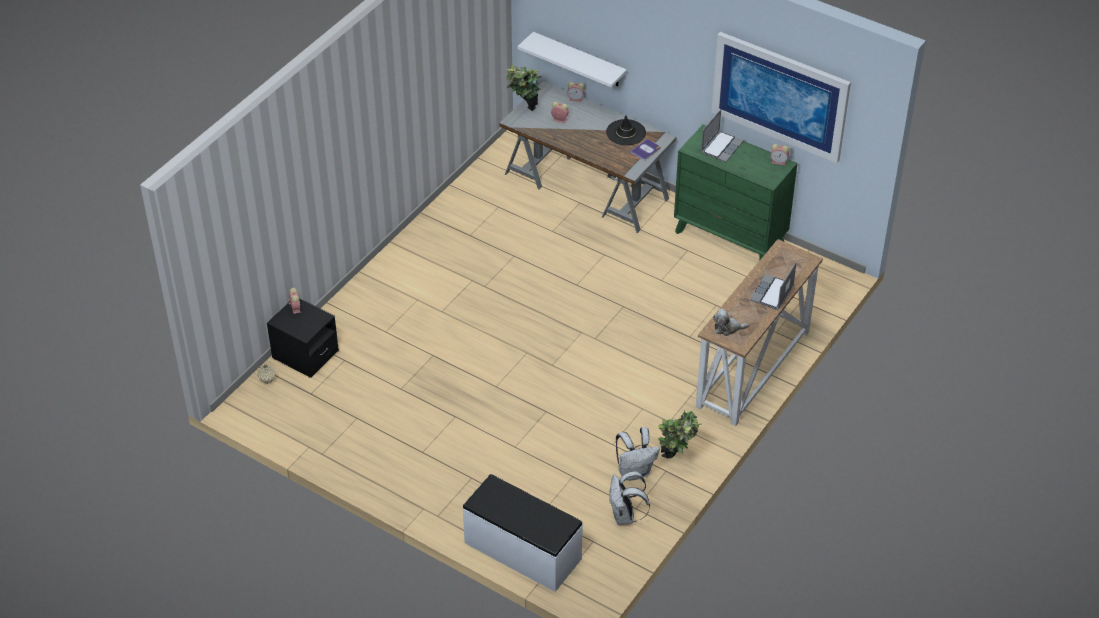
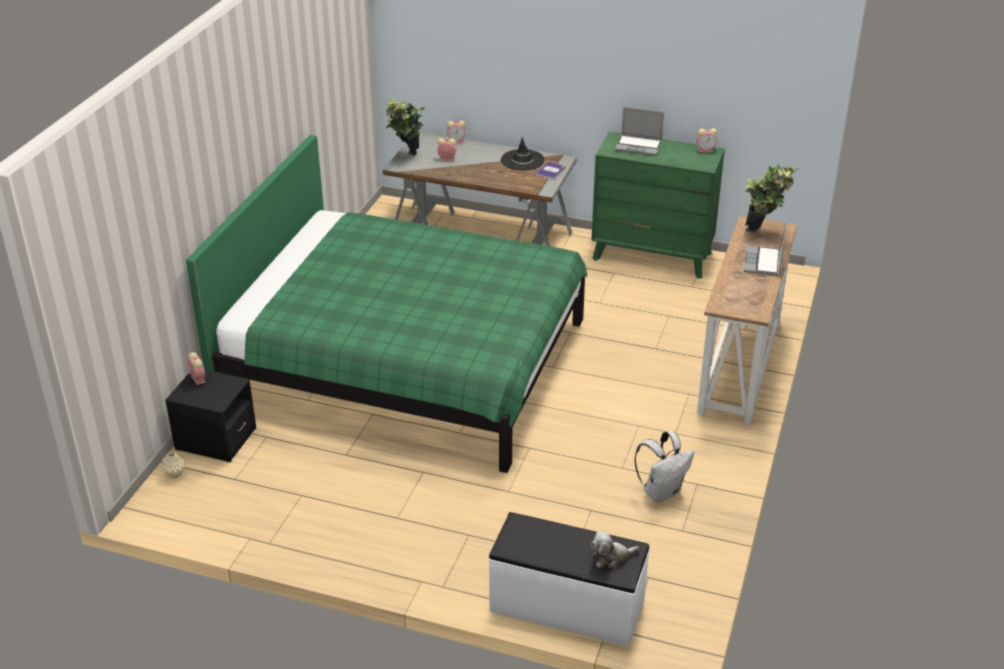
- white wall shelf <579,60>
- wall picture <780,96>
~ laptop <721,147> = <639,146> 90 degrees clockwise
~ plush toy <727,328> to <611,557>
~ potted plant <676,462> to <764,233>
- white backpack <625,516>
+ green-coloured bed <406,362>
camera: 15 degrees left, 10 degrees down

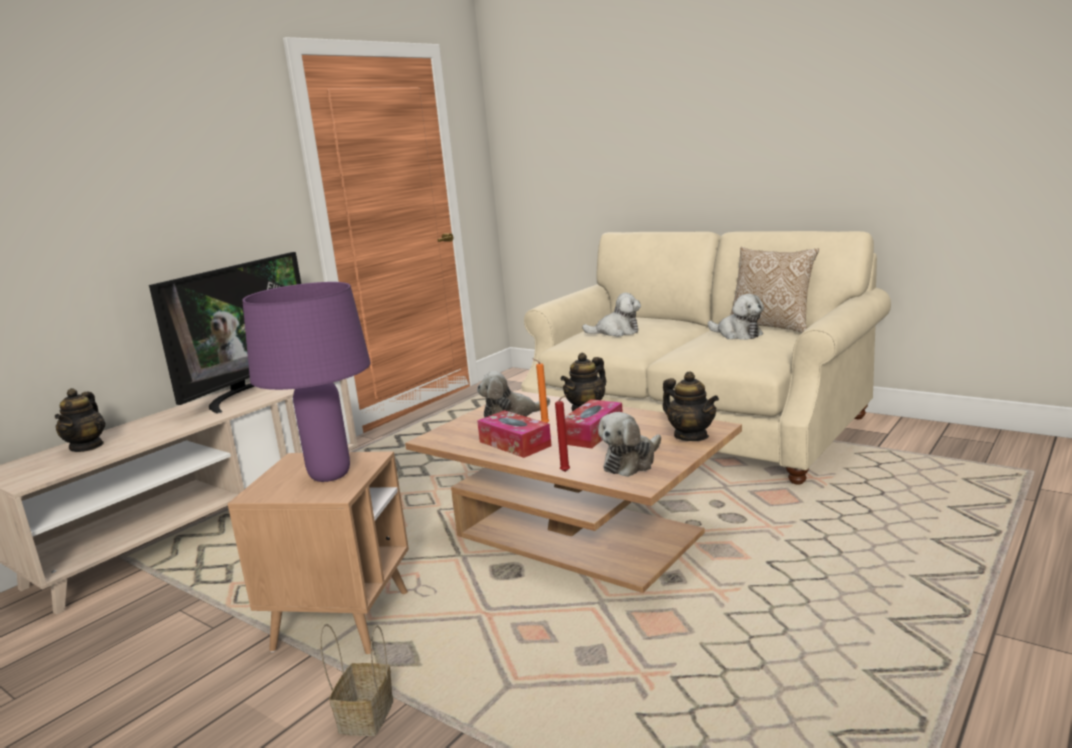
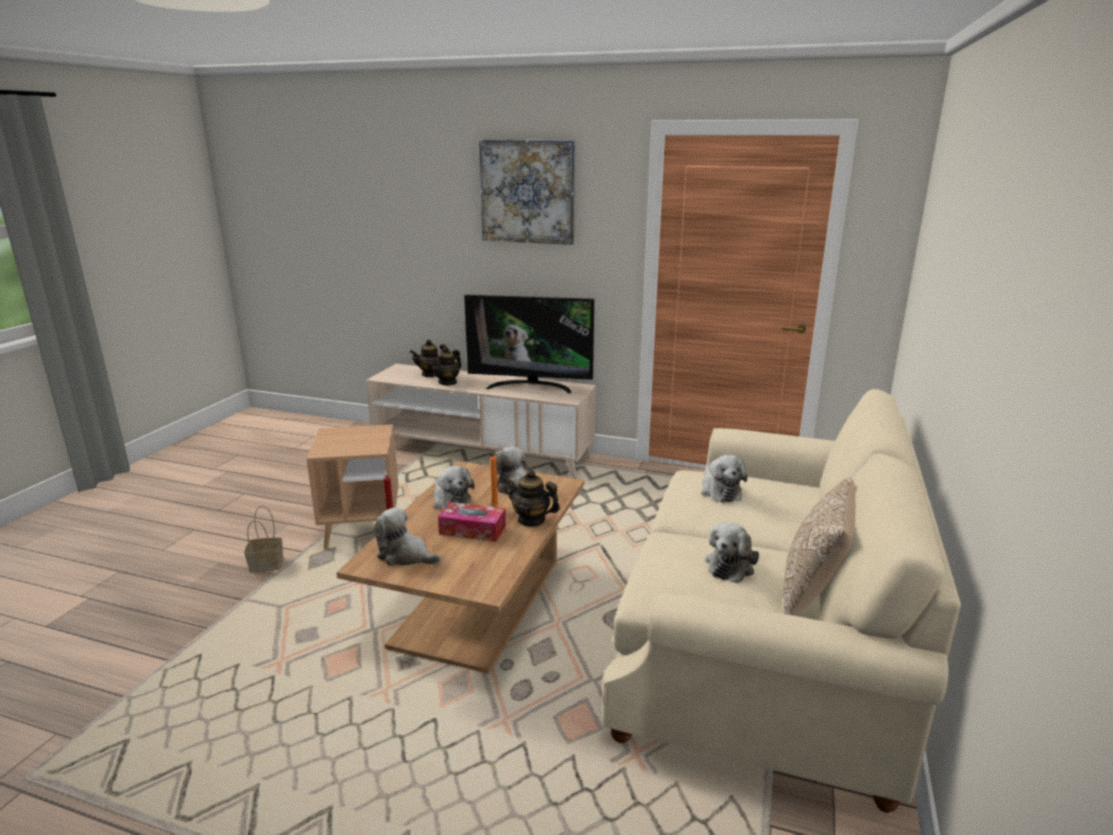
- purplish table lamp <329,475>
~ tea pot <691,436> to <447,382>
~ tissue box <515,444> to plush toy <451,501>
+ wall picture <527,192>
camera: 70 degrees right, 5 degrees up

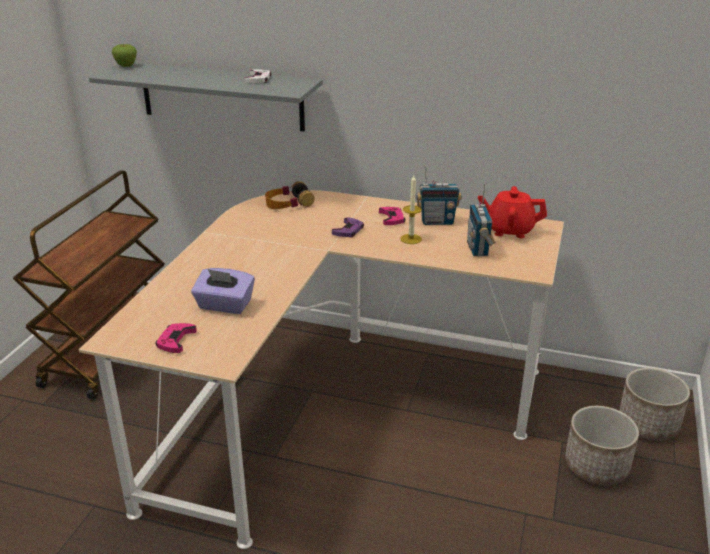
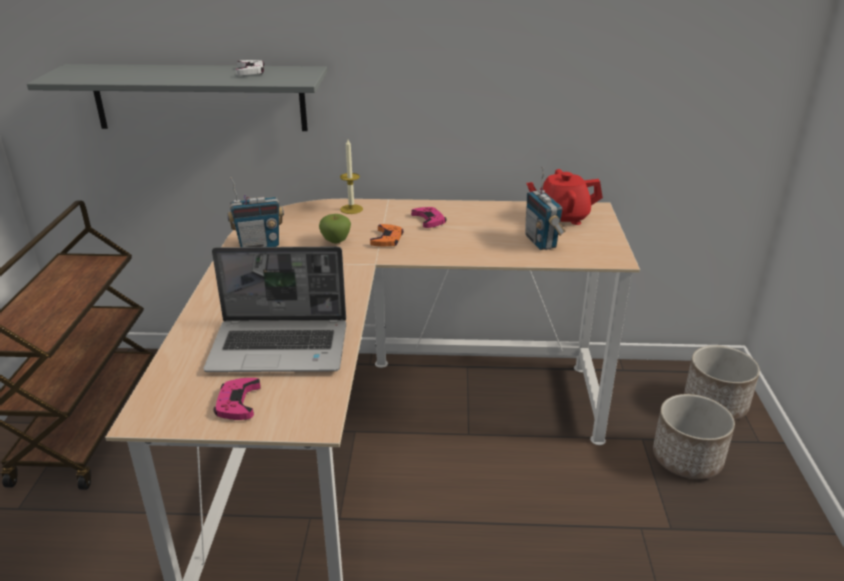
~ apple <126,66> to <336,241>
~ radio receiver <437,221> to <259,245>
~ wax candle <411,239> to <351,209>
- headphones <288,203>
~ purplish game controller <348,231> to orange game controller <387,239>
~ purplish tissue box <224,305> to laptop <281,347>
camera: 15 degrees left, 0 degrees up

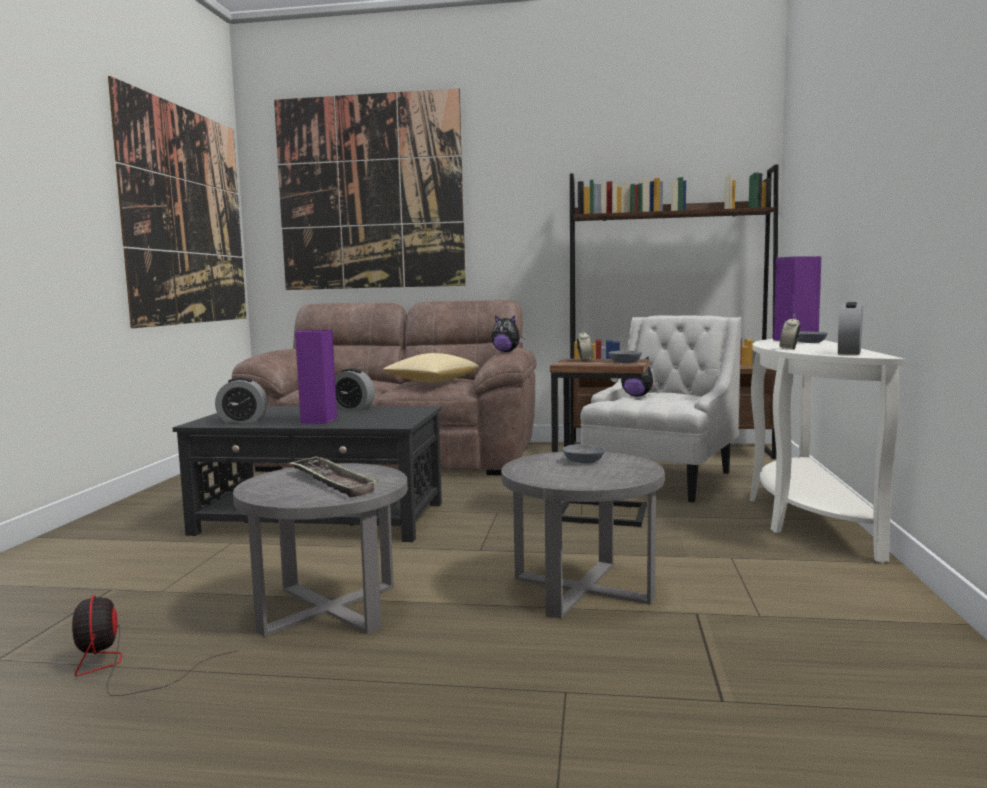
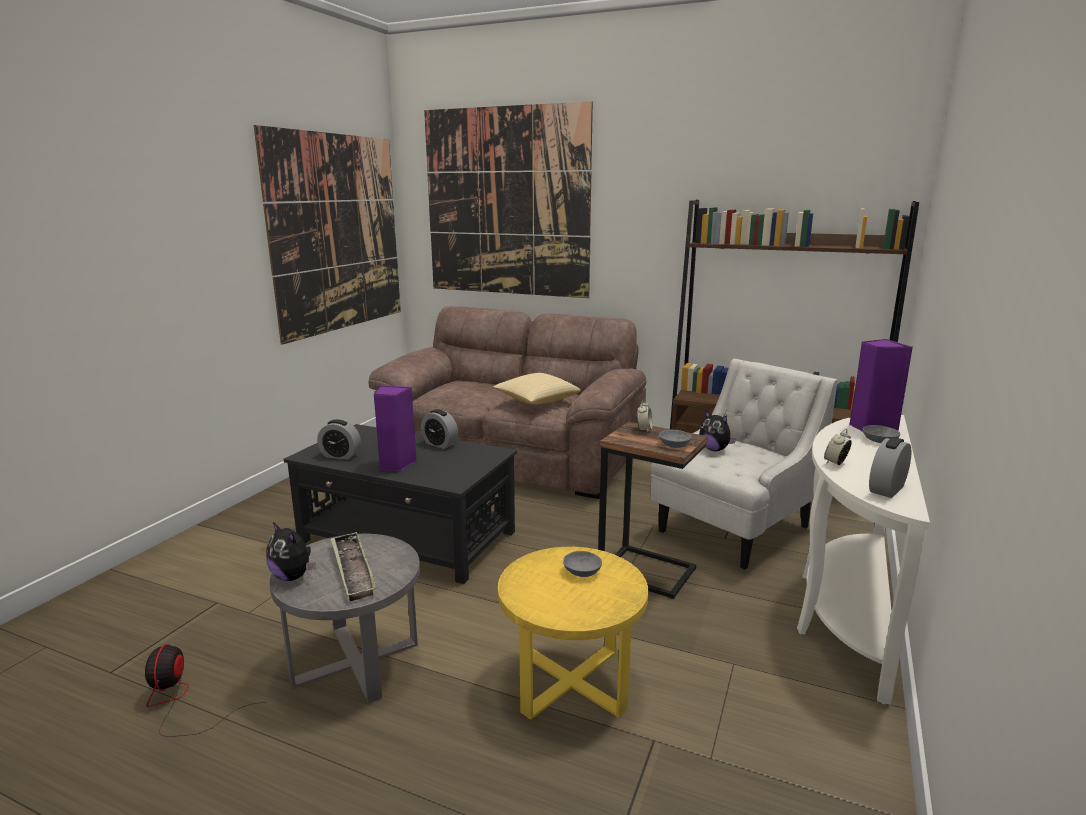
~ plush toy <506,352> to <293,576>
~ gray accent table <582,588> to yellow accent table <571,681>
camera: 15 degrees right, 10 degrees up

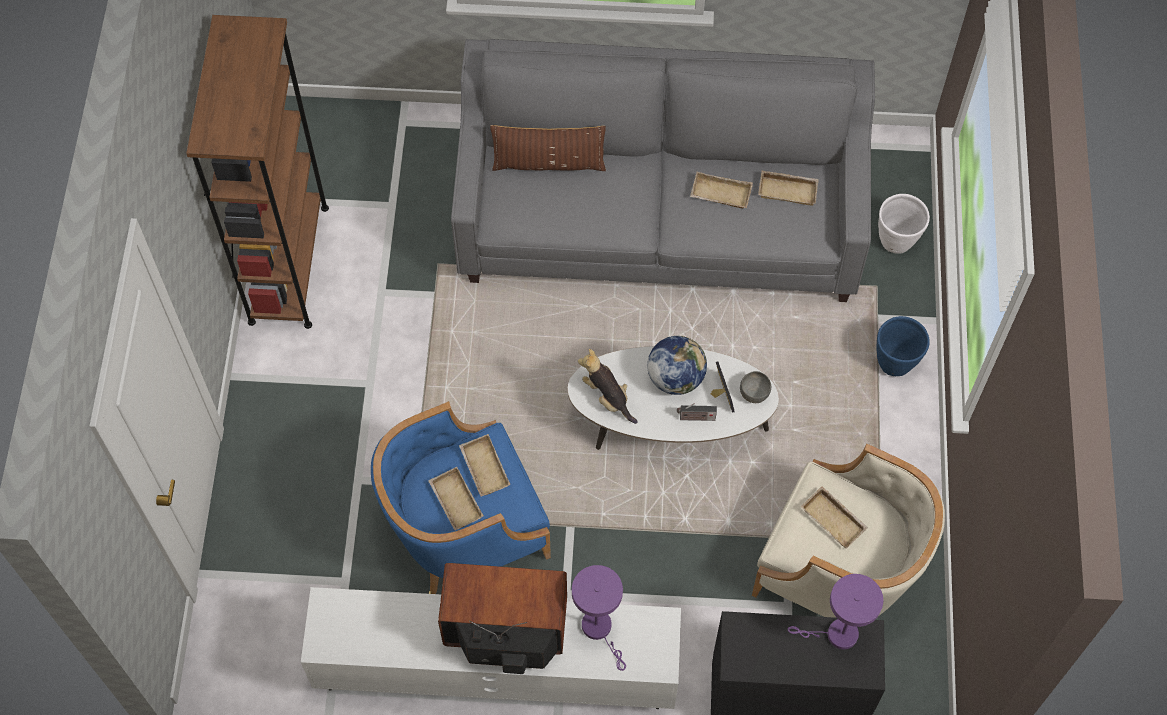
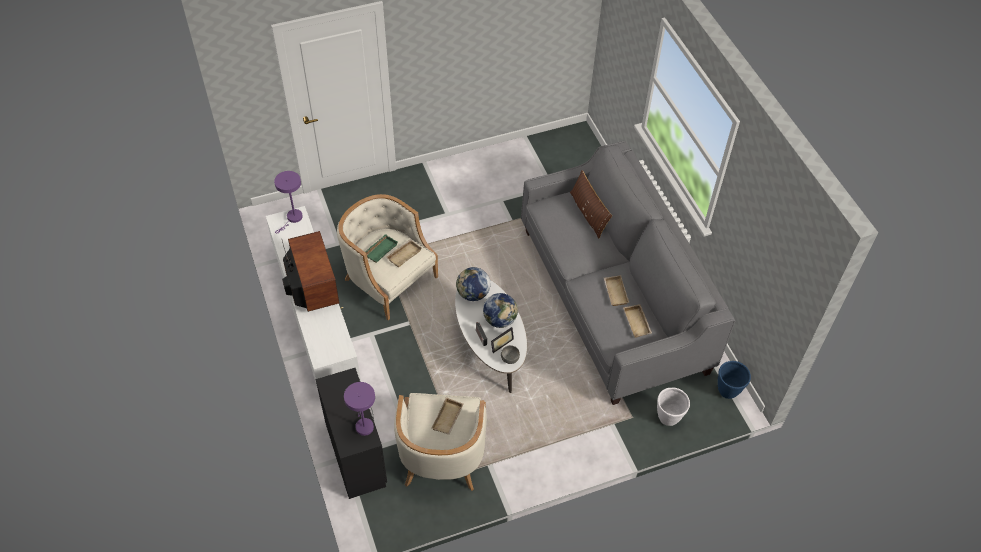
- brown bookcase <289,264>
~ bluish flower pot <895,364> to <728,391>
~ plush toy <607,397> to desk globe <473,294>
~ bluish easy chair <464,527> to beige easy chair <388,279>
~ beige tray <454,501> to green-coloured tray <380,249>
~ purplish table lamp <600,630> to <293,218>
camera: 65 degrees right, 10 degrees down

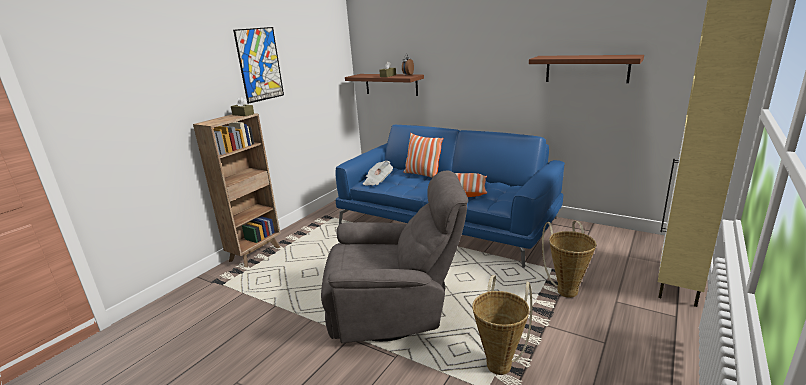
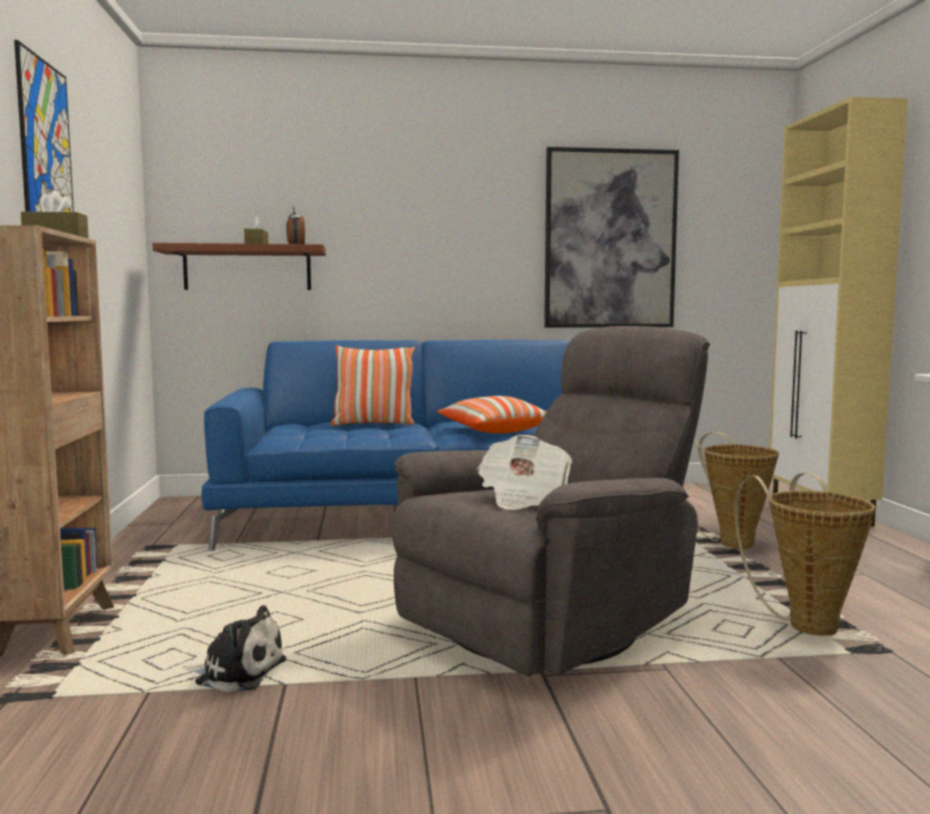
~ brown wall shelf <586,68> to wall picture <610,239>
~ daily paper <378,181> to <523,498>
+ plush toy <236,672>
camera: 40 degrees left, 15 degrees down

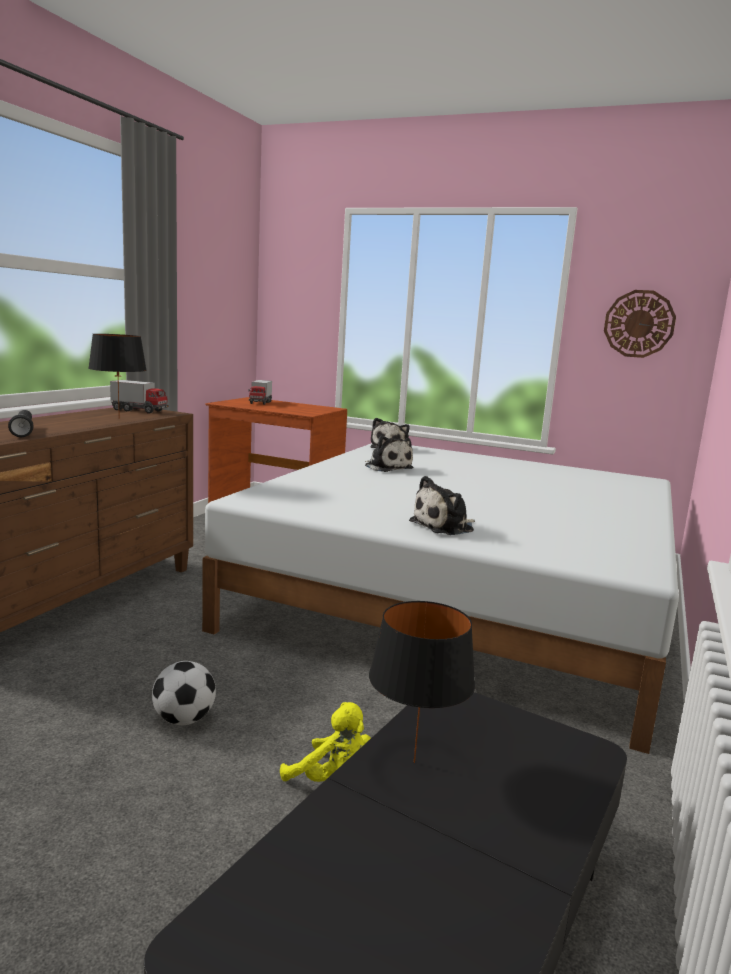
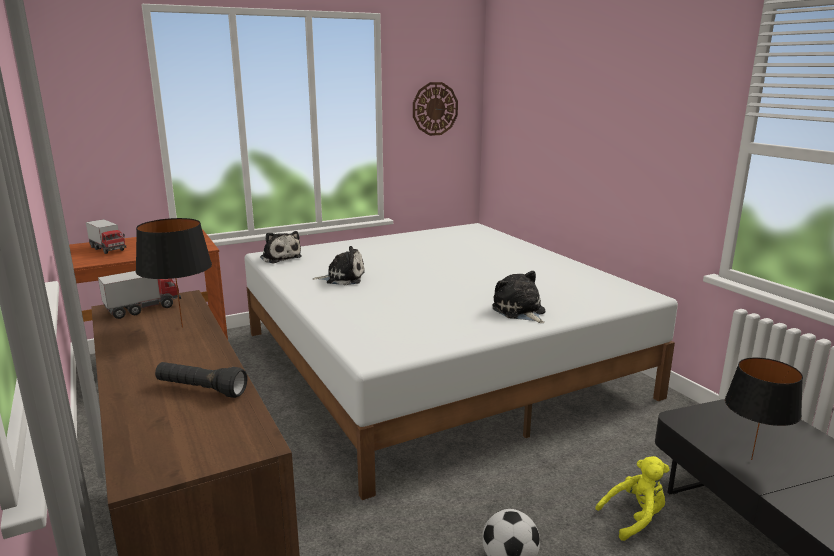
~ plush toy <445,526> = <520,311> 150 degrees clockwise
camera: 50 degrees left, 5 degrees up

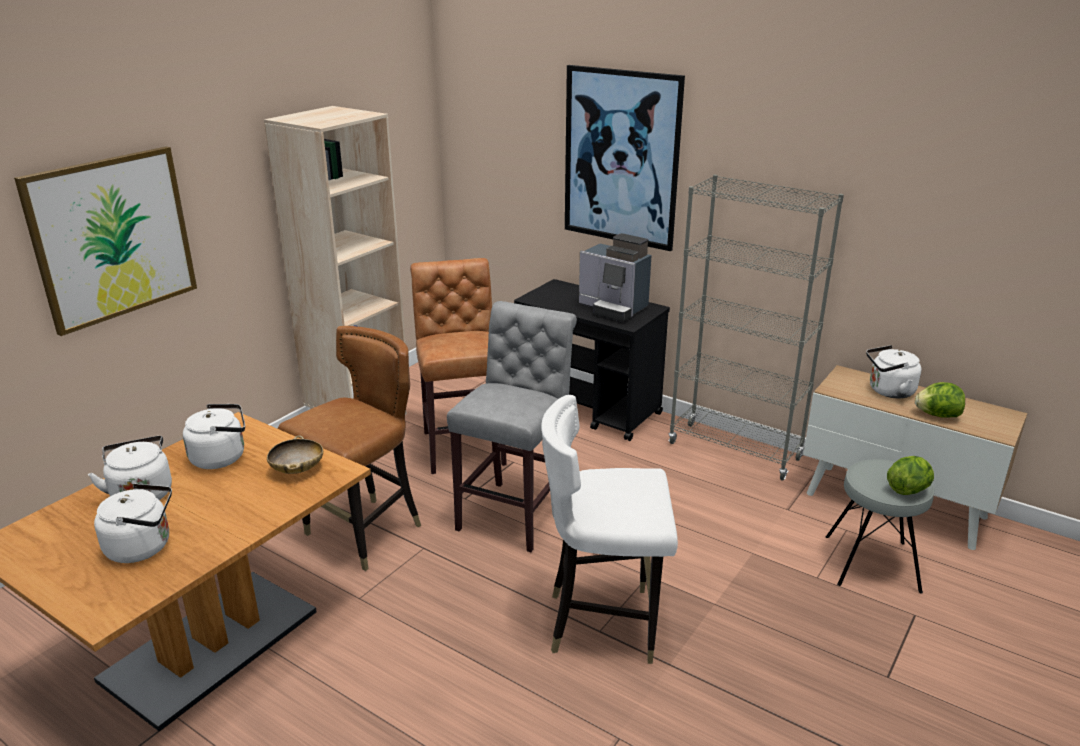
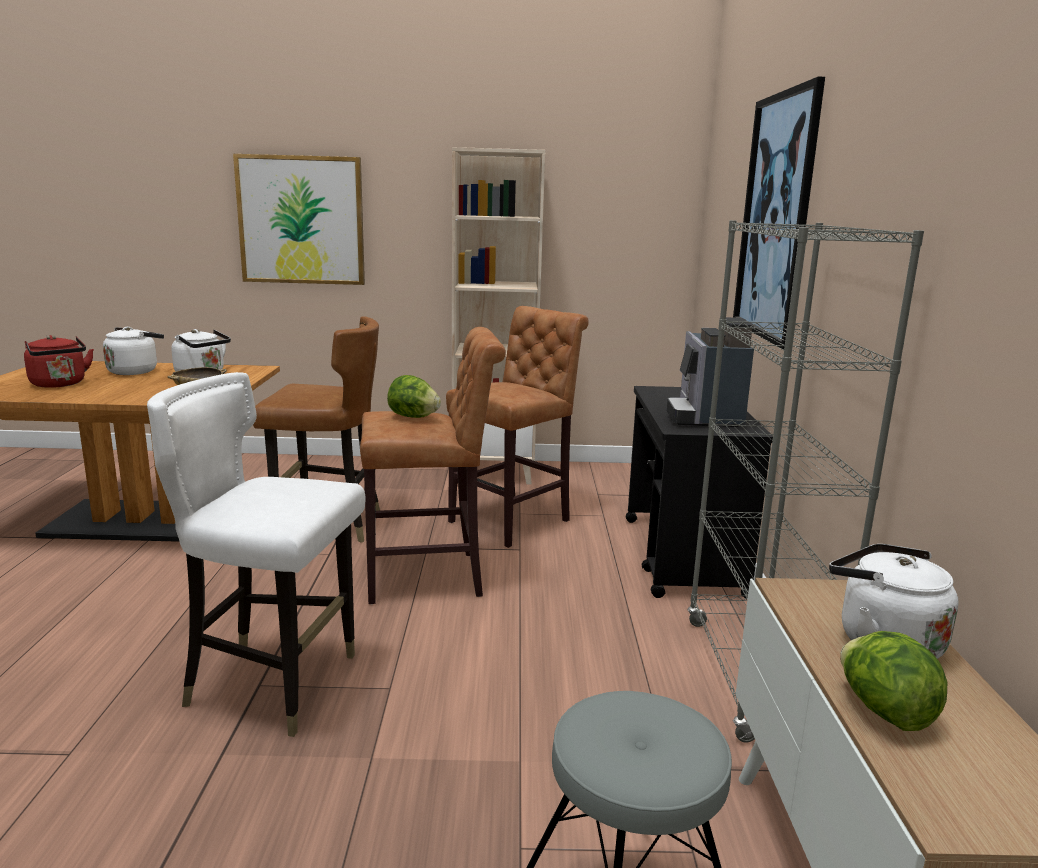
~ gray stool <516,512> to brown stool <431,577>
~ white plain chair <604,623> = <274,684> 45 degrees counterclockwise
~ lettuce <908,490> to <413,417>
~ white kettle <143,547> to red kettle <60,384>
camera: 55 degrees right, 10 degrees down

